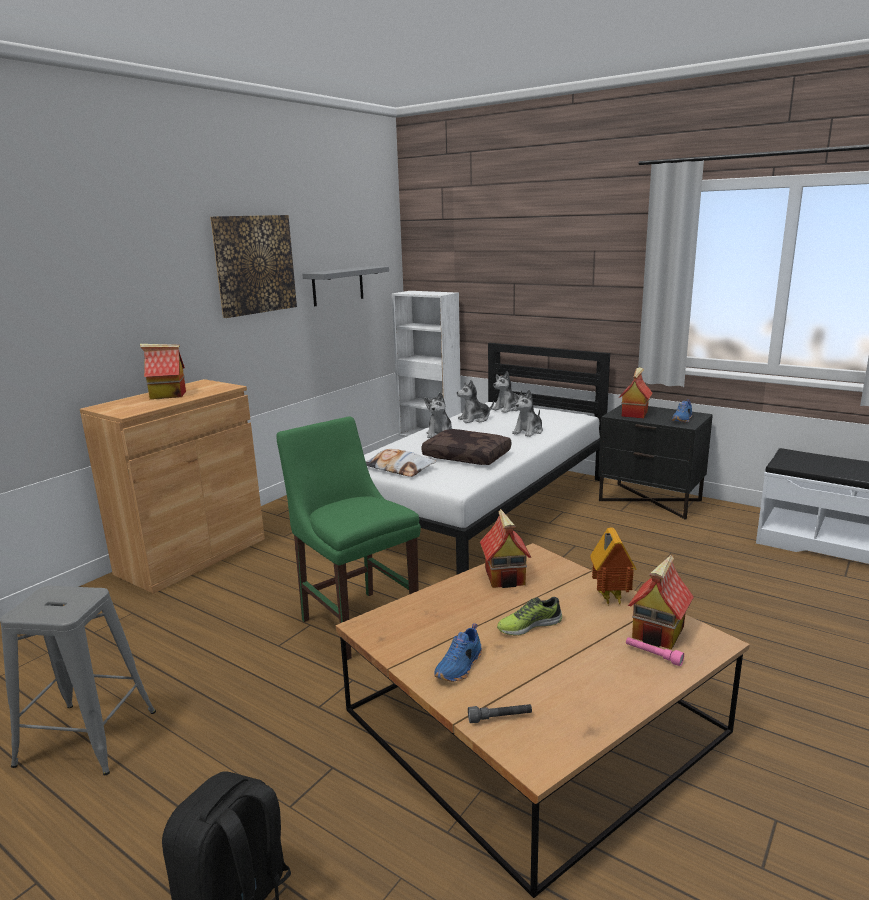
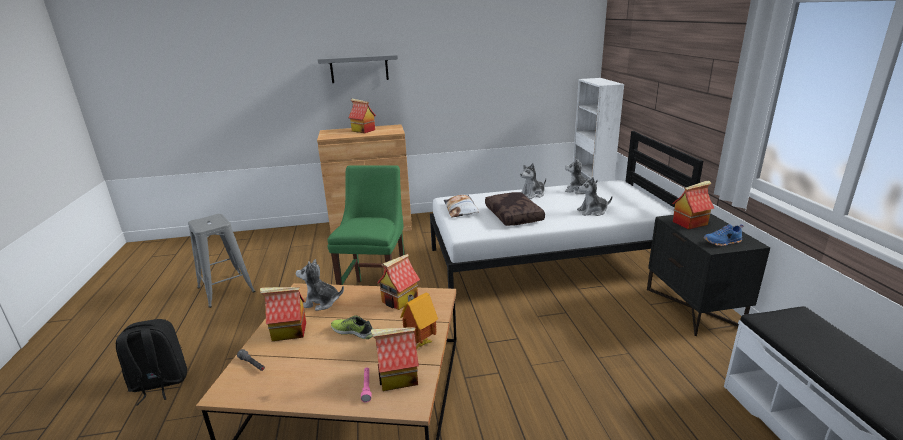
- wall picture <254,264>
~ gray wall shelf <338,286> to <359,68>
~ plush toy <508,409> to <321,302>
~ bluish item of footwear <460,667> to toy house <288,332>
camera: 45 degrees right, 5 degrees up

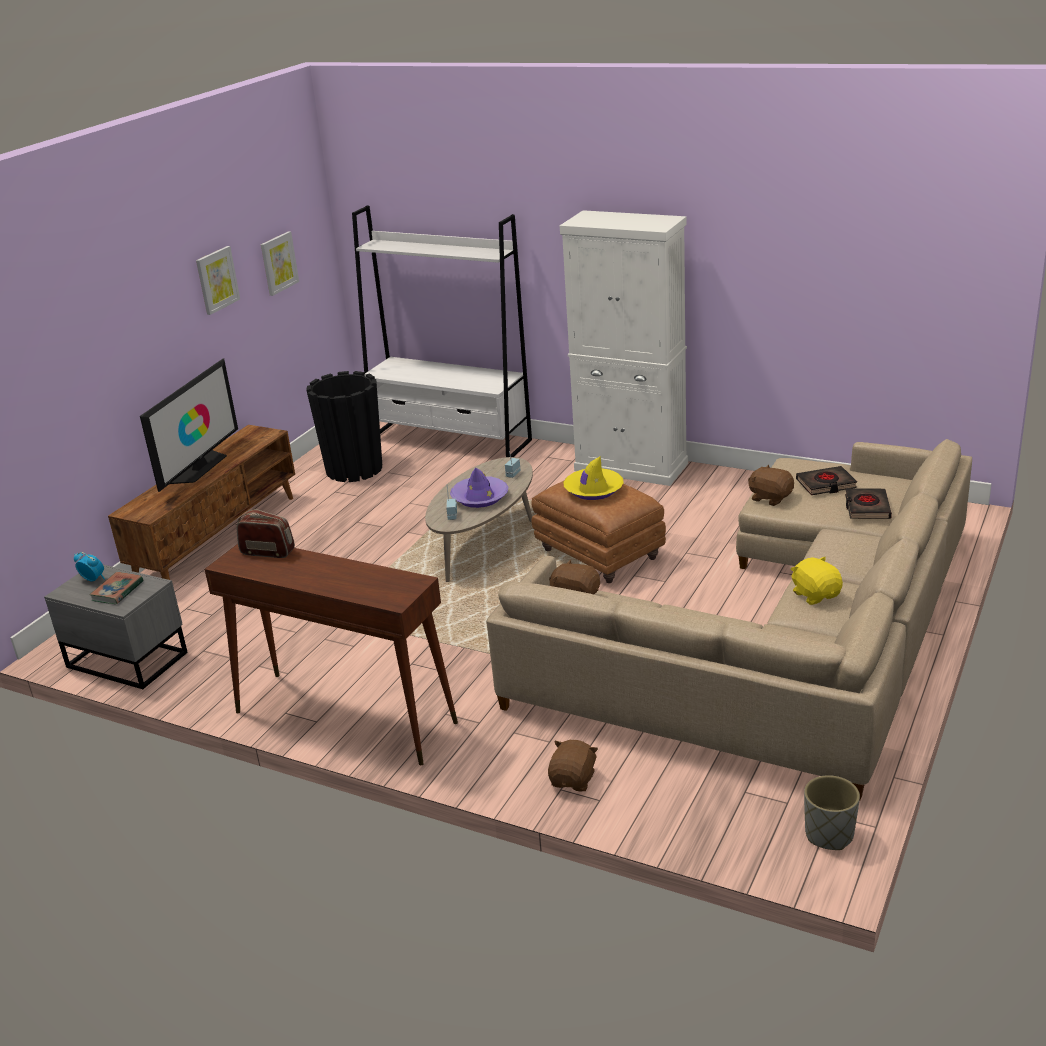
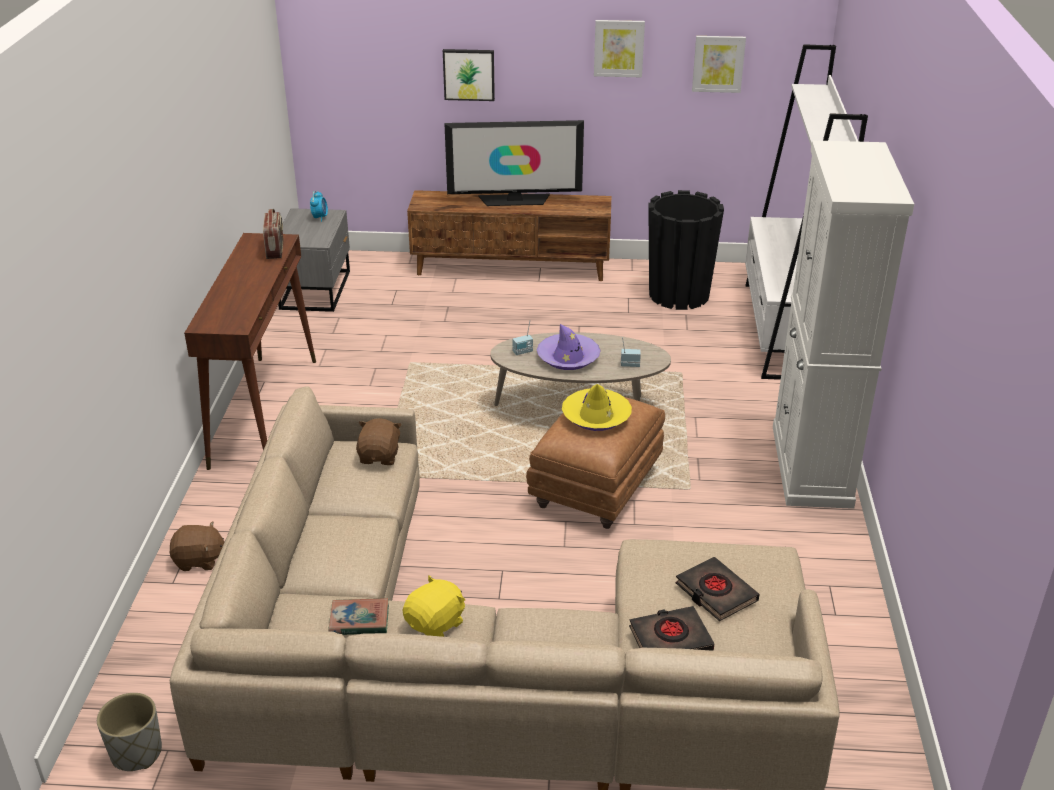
- brown plush toy <770,498>
~ bound book <117,591> to <359,620>
+ wall picture <469,74>
camera: 65 degrees right, 5 degrees up

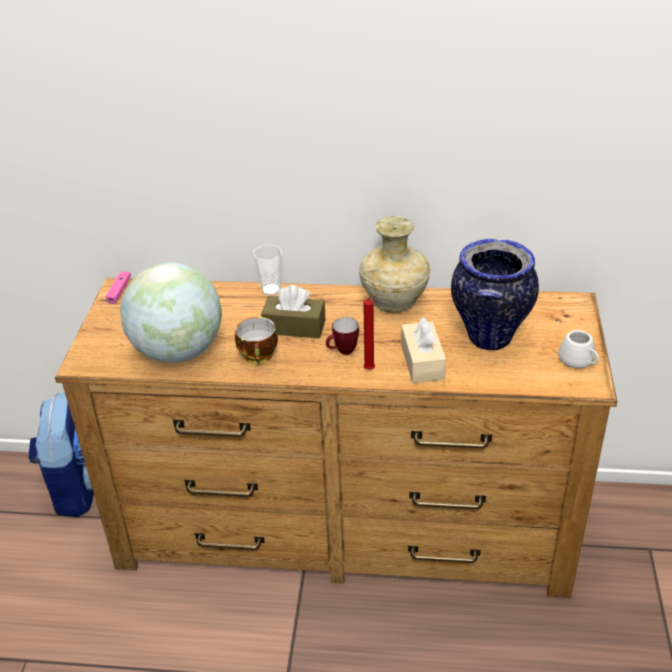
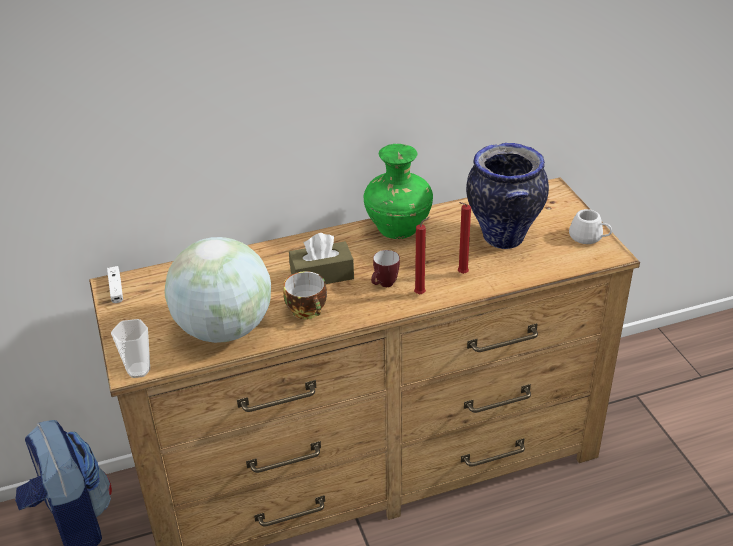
~ beige flower vase <393,302> to green-coloured flower vase <397,229>
~ small cup <271,290> to <138,370>
~ pink game controller <119,291> to white game controller <116,288>
~ beige tissue box <422,362> to red wax candle <461,274>
camera: 25 degrees left, 0 degrees up

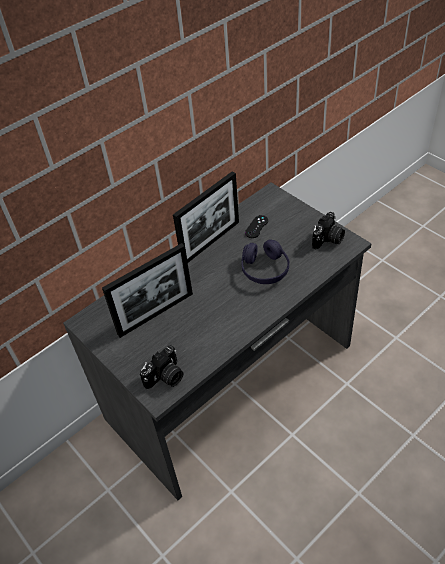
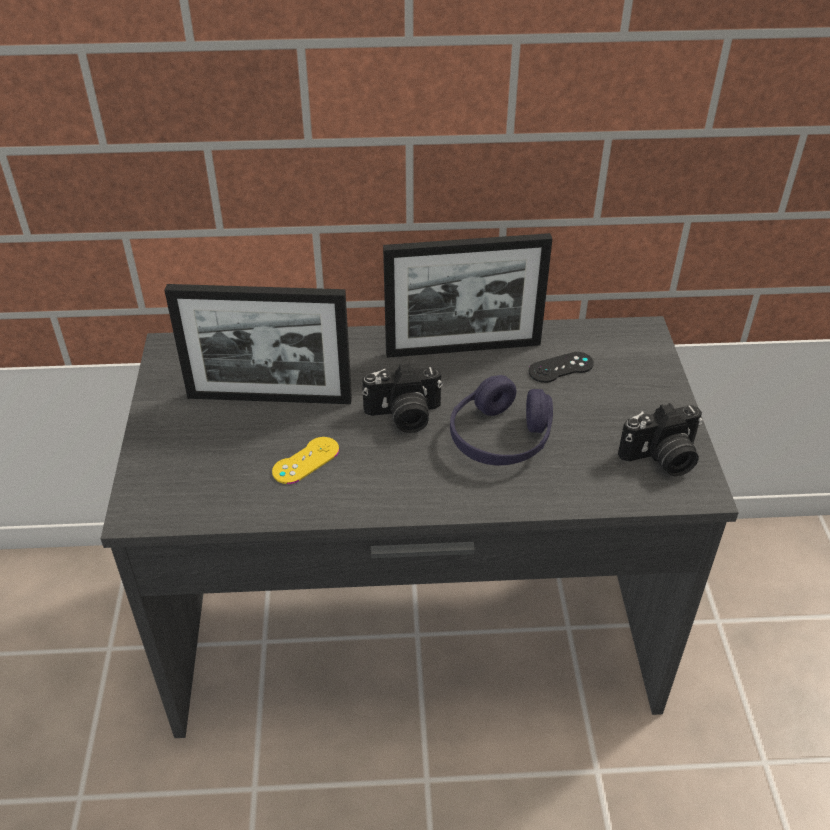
~ still camera <166,377> to <404,416>
+ yellow game controller <306,460>
camera: 35 degrees right, 5 degrees down

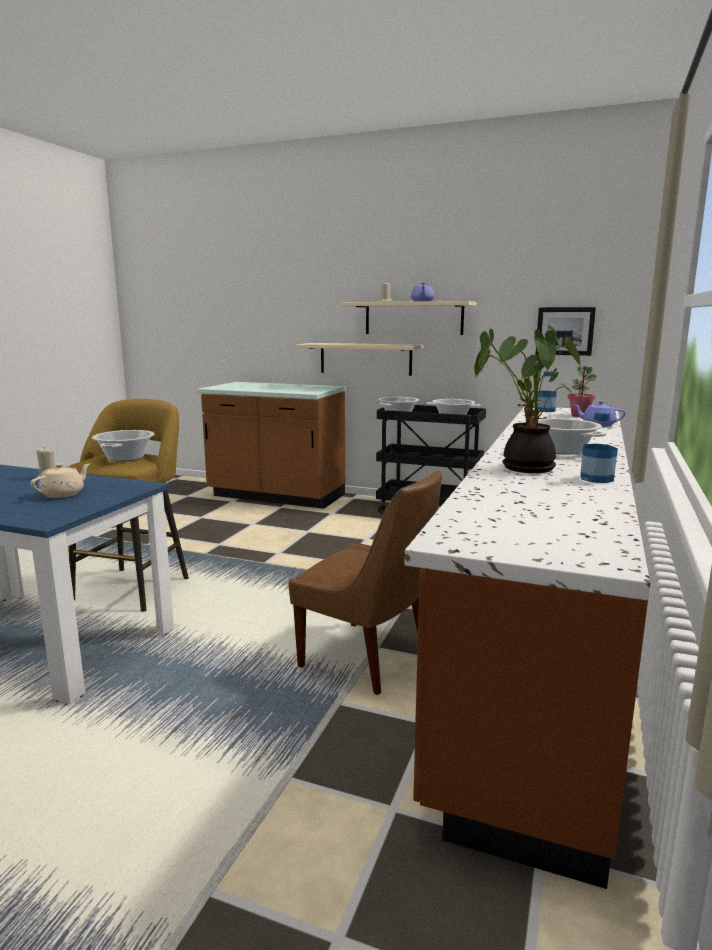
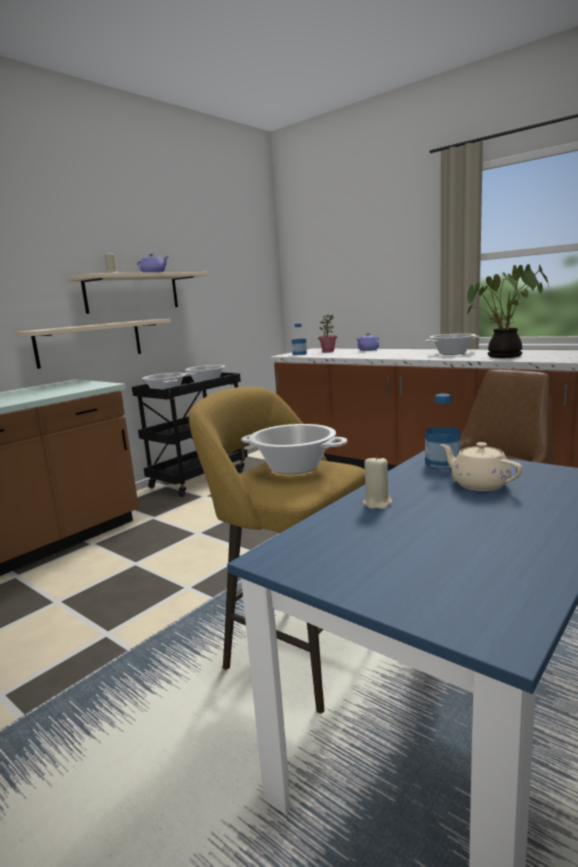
- wall picture <565,331>
~ bottle <596,478> to <442,463>
camera: 70 degrees left, 0 degrees up

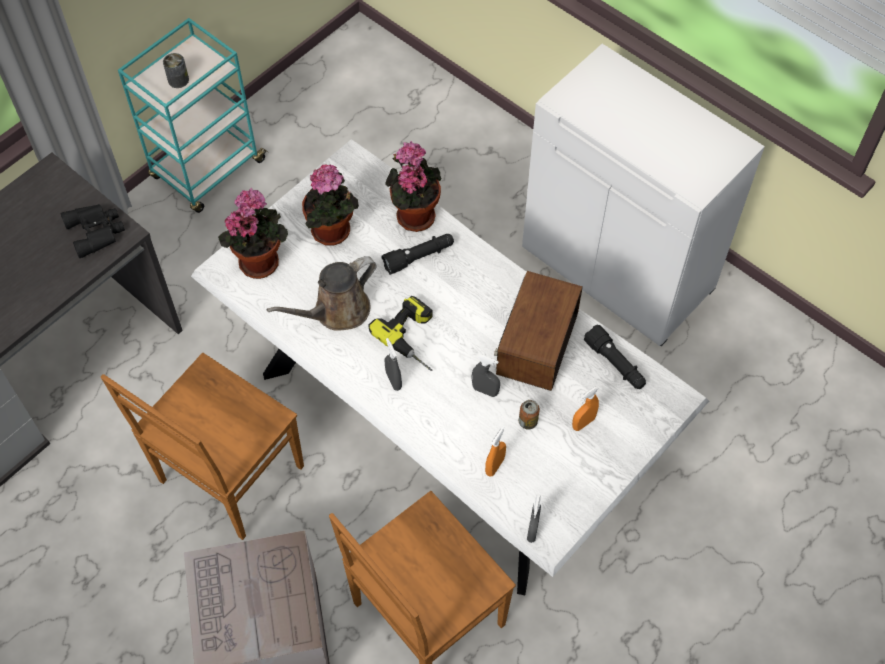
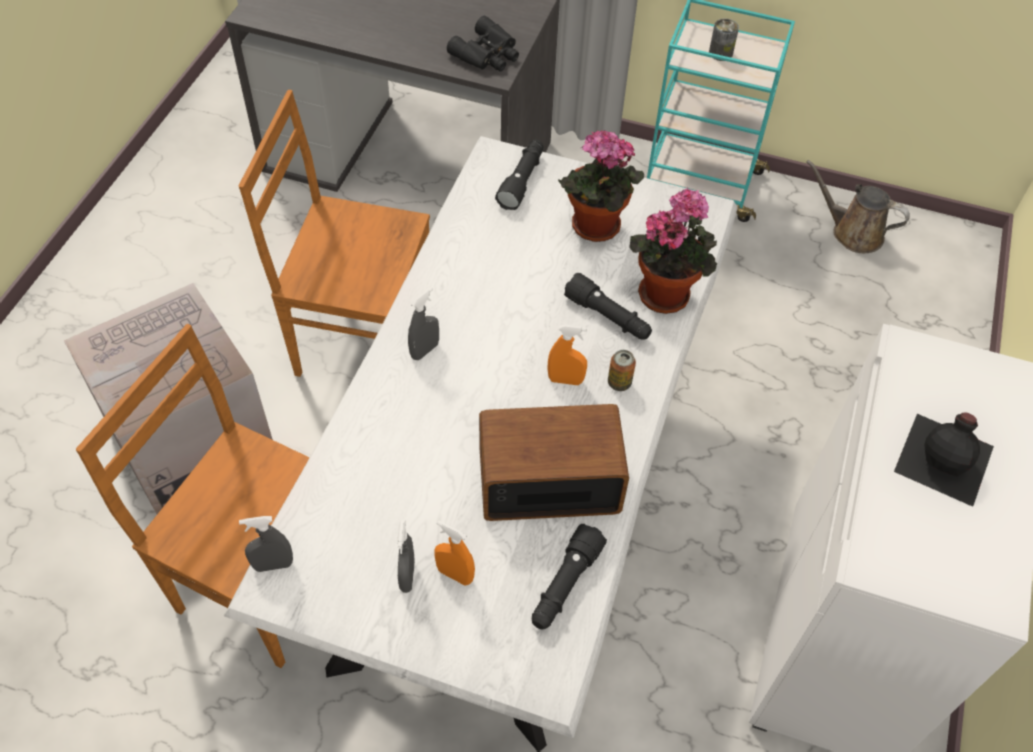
~ potted plant <260,259> to blackish torch <522,181>
~ brown watering pot <337,311> to <852,232>
- electric drill <415,337>
~ gray spray bottle <485,390> to <407,576>
~ can <528,422> to <619,383>
~ orange spray bottle <495,466> to <565,380>
+ blackish bottle <946,458>
camera: 65 degrees right, 5 degrees down

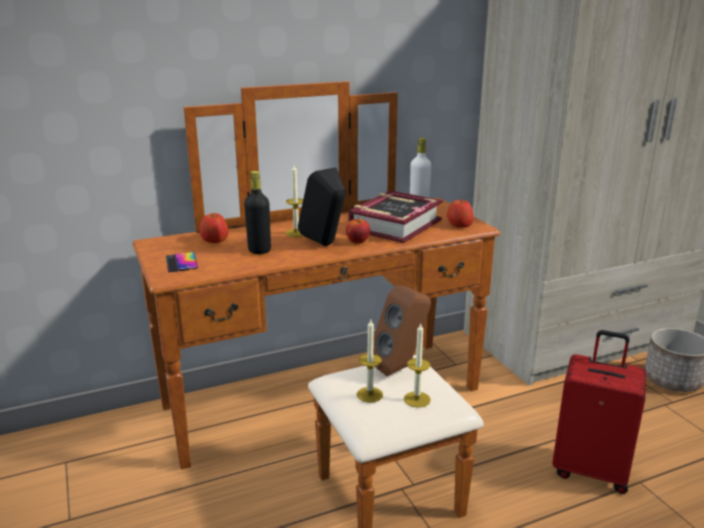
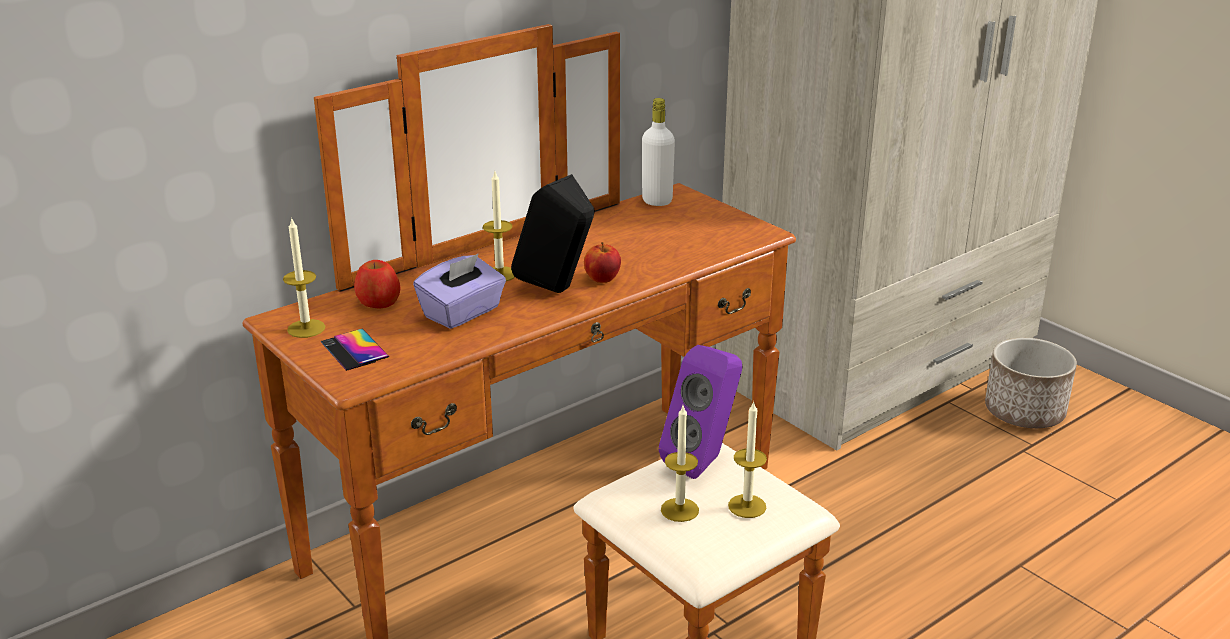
~ blackish bottle <259,250> to purplish tissue box <462,313>
- bound book <395,225>
- apple <459,225>
~ brown loudspeaker <401,367> to purplish loudspeaker <704,462>
- red travel case <590,470>
+ wax candle <306,328>
camera: 15 degrees left, 5 degrees up

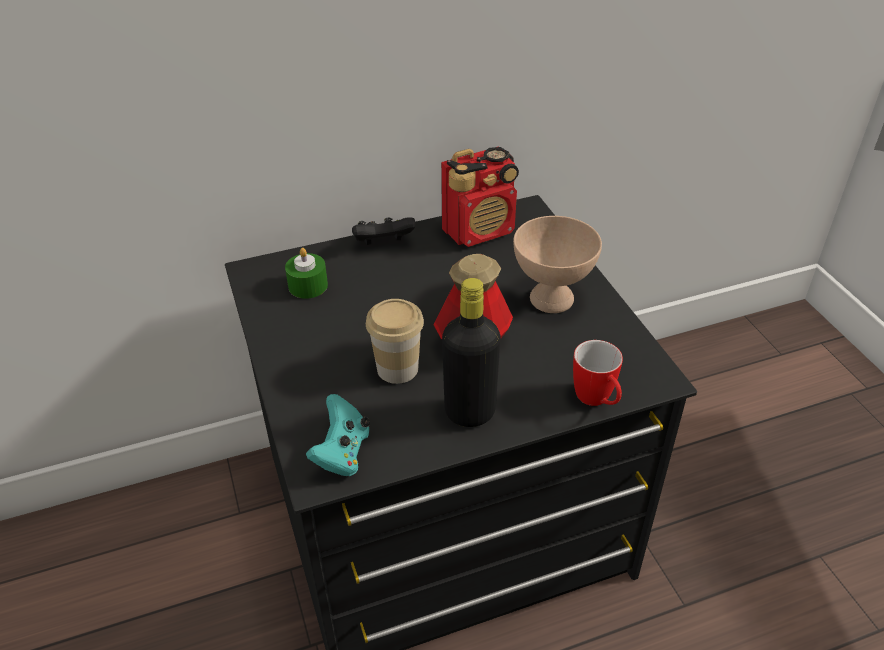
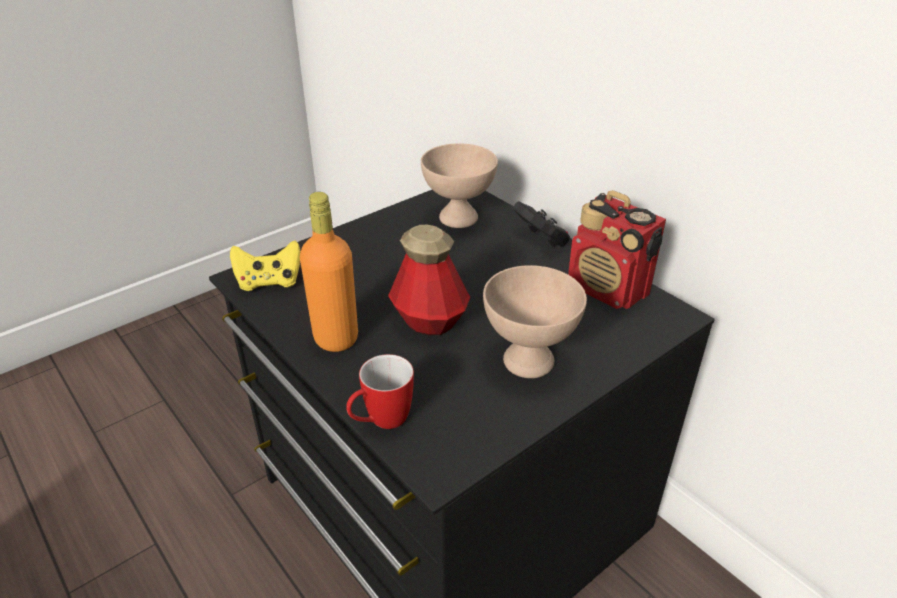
~ green-coloured wax candle <308,285> to beige bowl <457,218>
~ blackish bottle <470,412> to orange bottle <336,338>
- small cup <397,368>
~ turquoise-coloured game controller <342,453> to yellow game controller <269,282>
camera: 70 degrees right, 5 degrees down

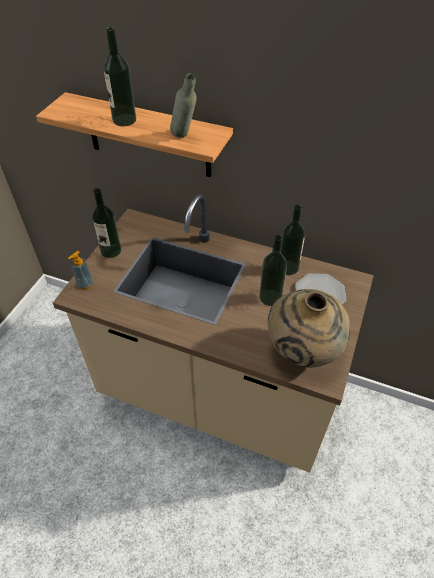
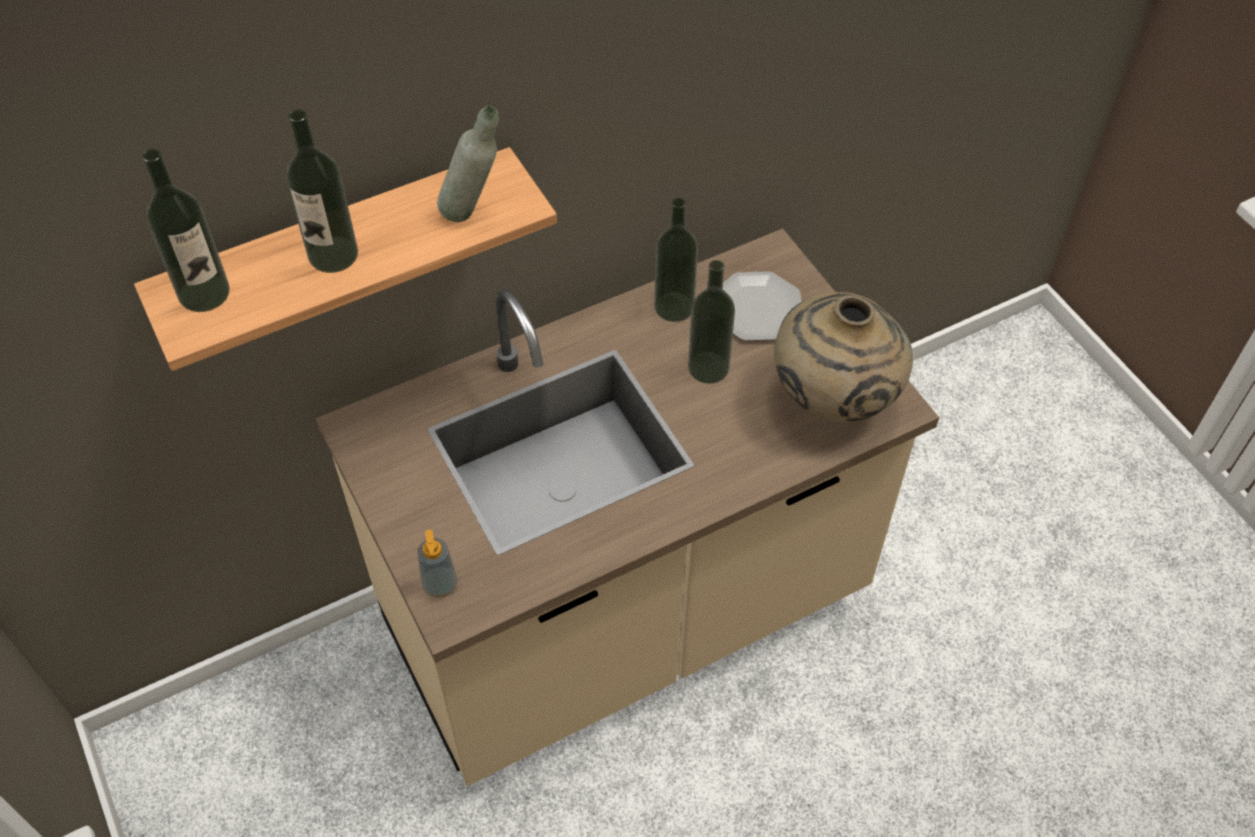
~ bottle <111,250> to <204,293>
camera: 50 degrees left, 5 degrees up

